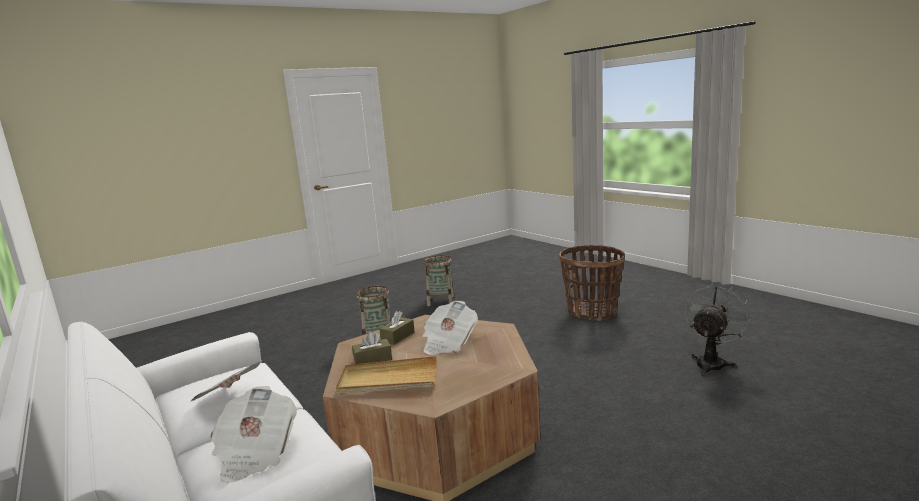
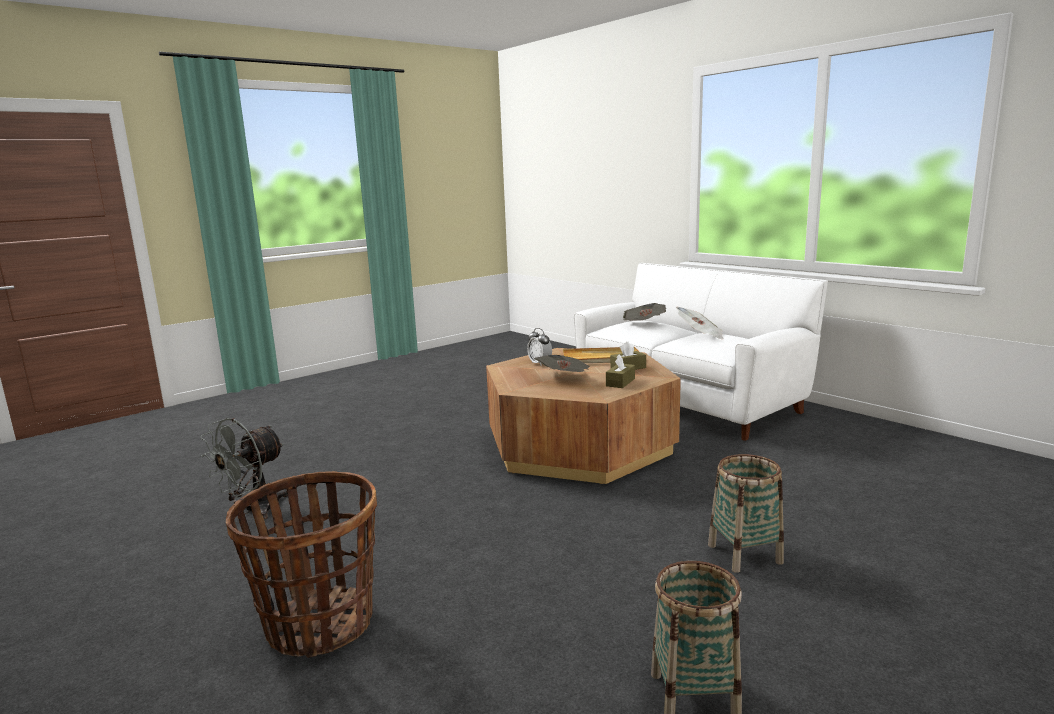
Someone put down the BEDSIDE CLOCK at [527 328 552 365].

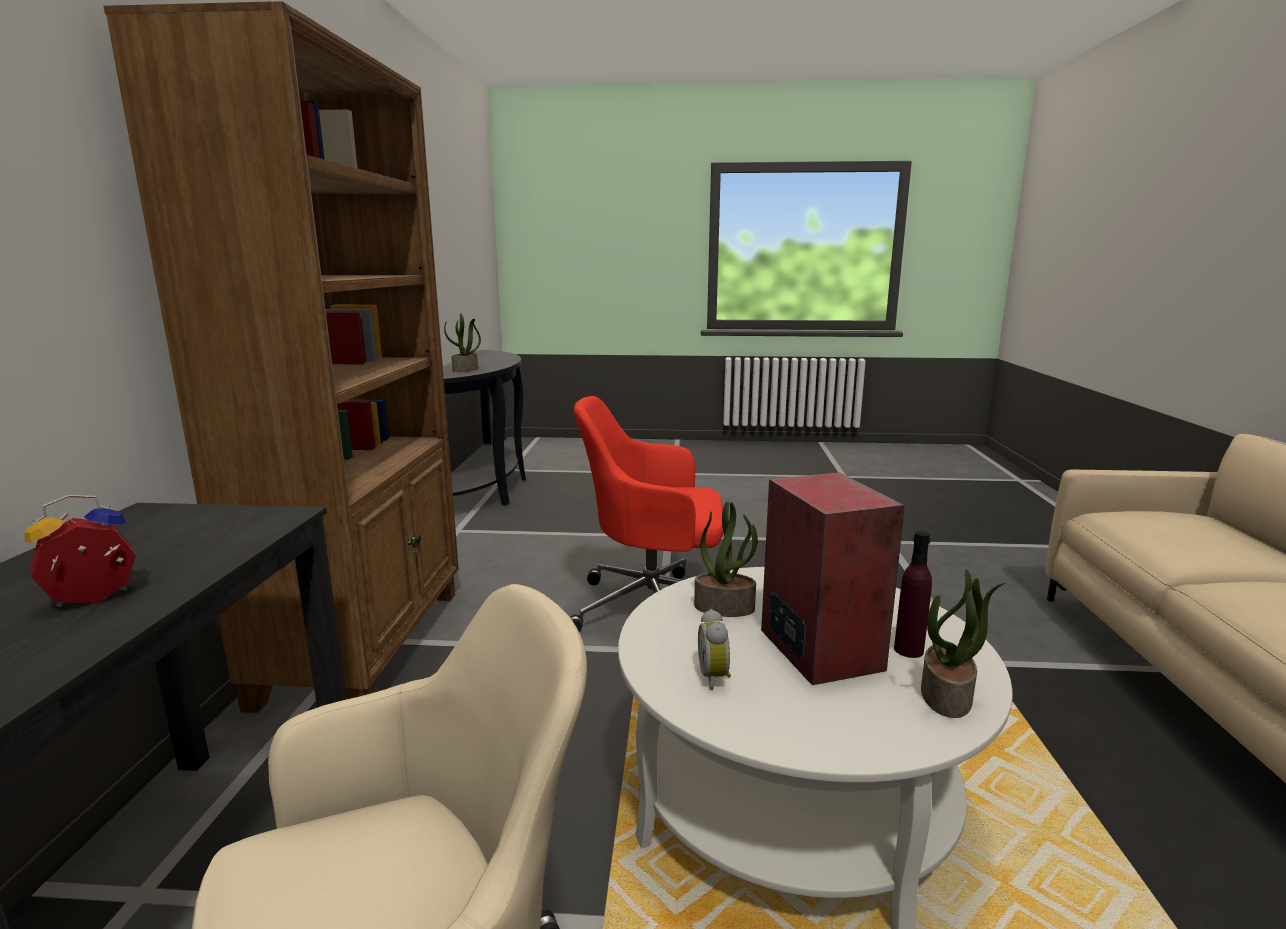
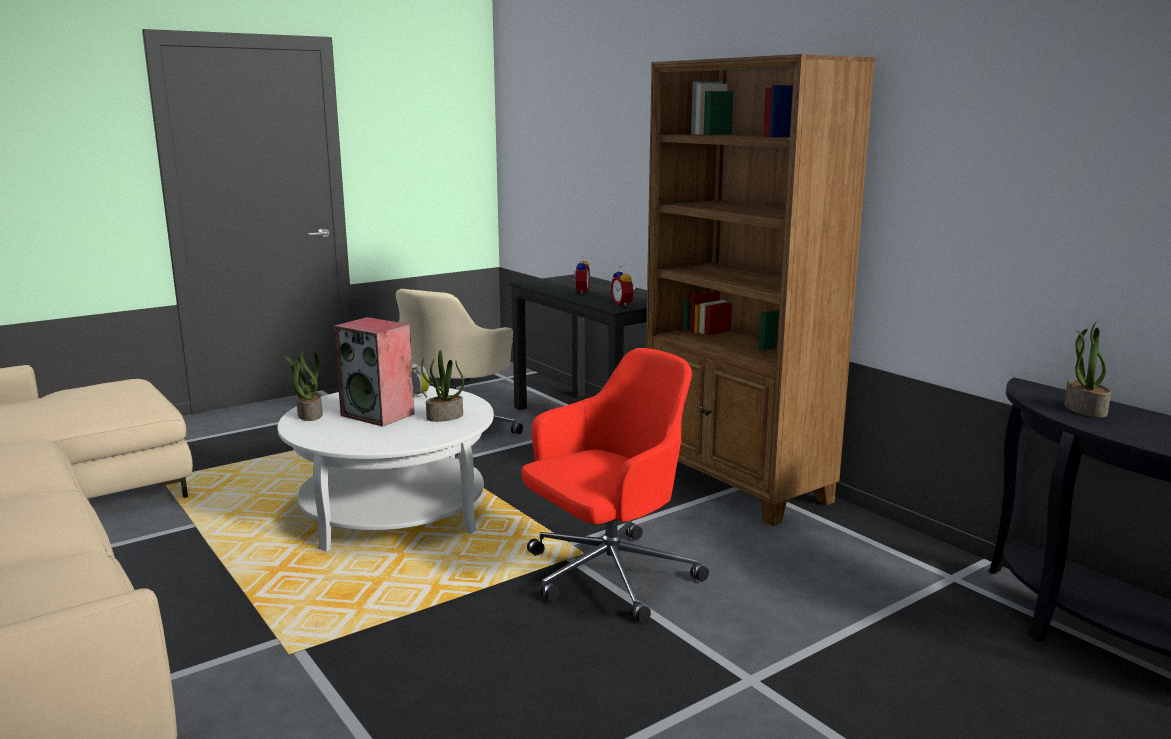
Someone took away the PURPLE-COLOURED BEVERAGE BOTTLE at [894 531 932 658]. Someone put down the BEDSIDE CLOCK at [611 266 635 306].

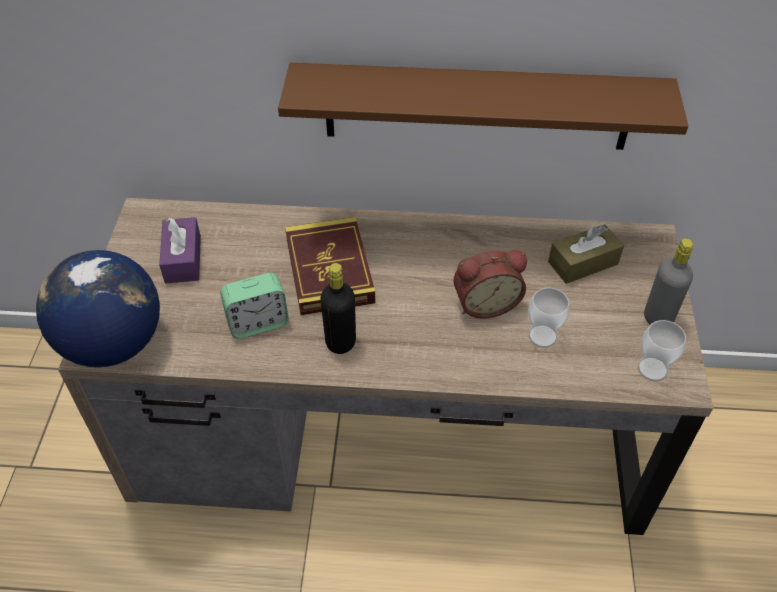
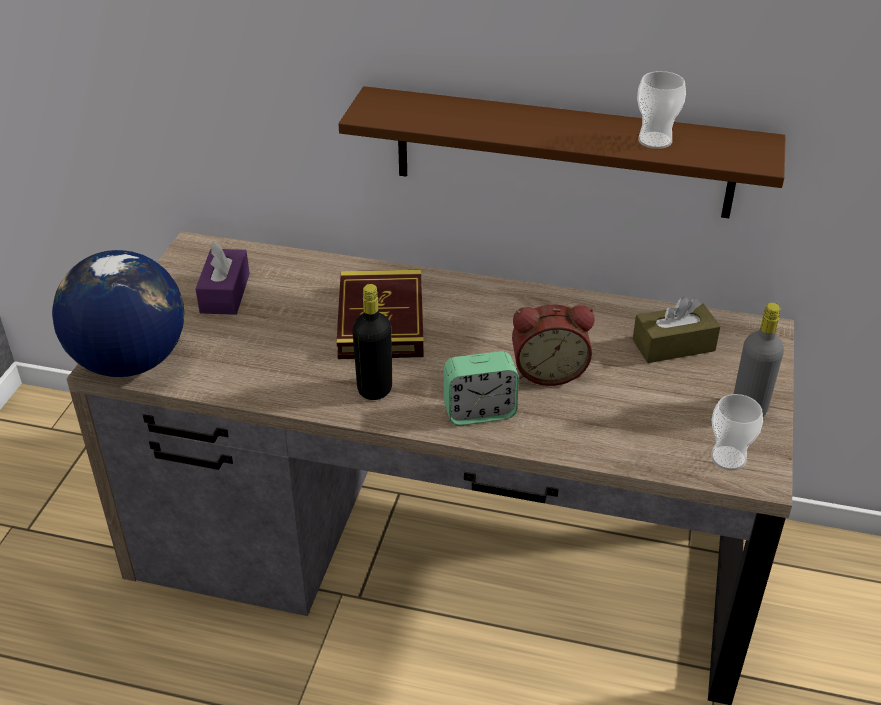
Someone carried the BEDSIDE CLOCK from [220 273 289 339] to [444 351 519 426]. Someone carried the SMALL CUP from [528 288 570 348] to [637 71 686 149].

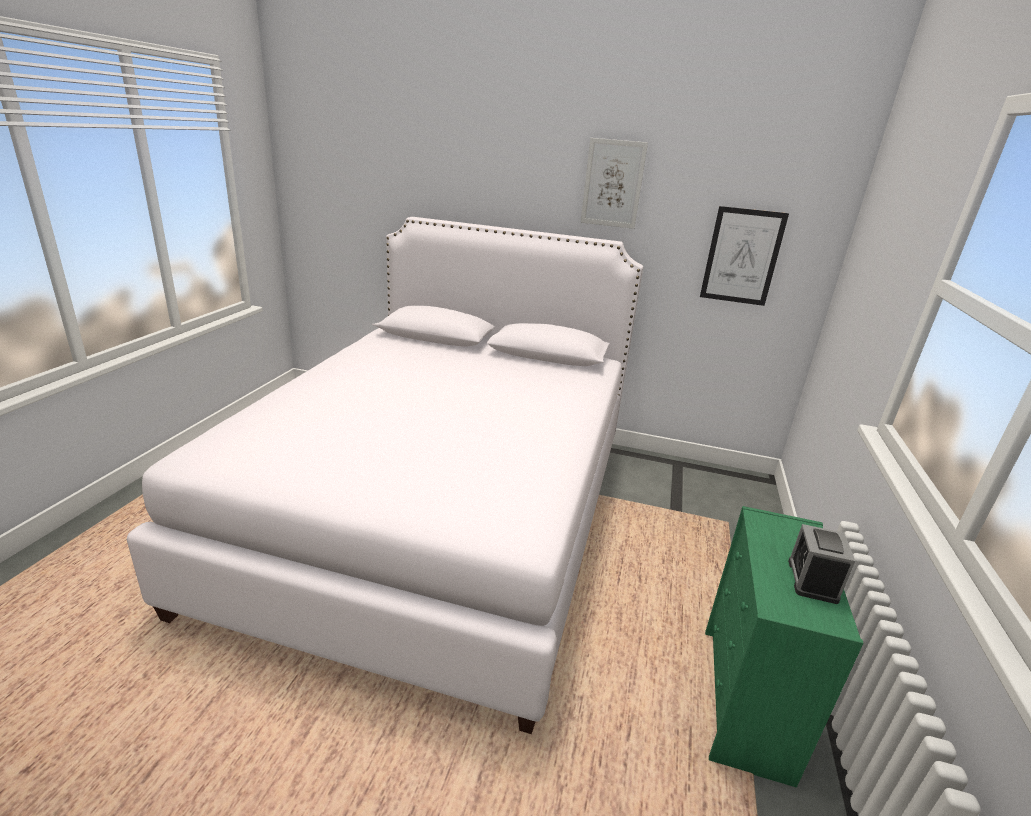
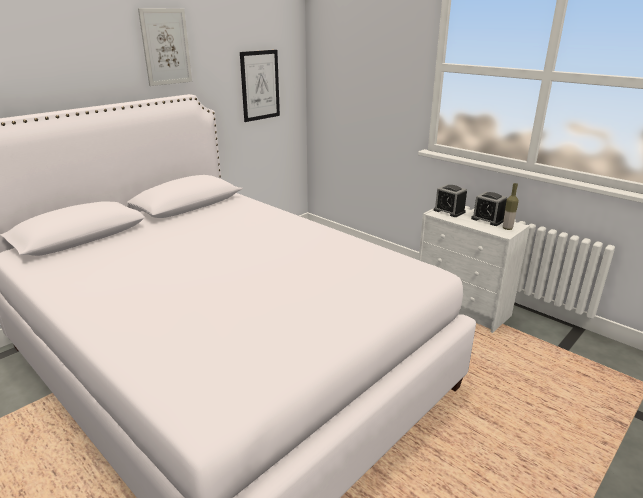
Someone put down the BEDSIDE CLOCK at [433 184 467 217]. Someone put down the BEVERAGE BOTTLE at [503 183 519 230]. Someone repainted the GREEN-COLOURED DRESSER at [705 506 864 788], which became the WHITE-COLOURED DRESSER at [419 208 530 333].

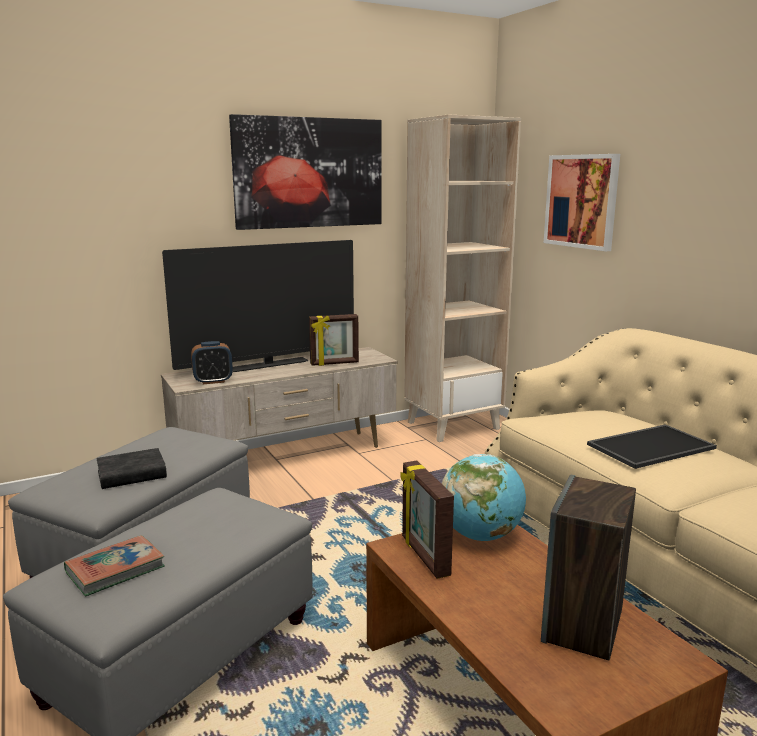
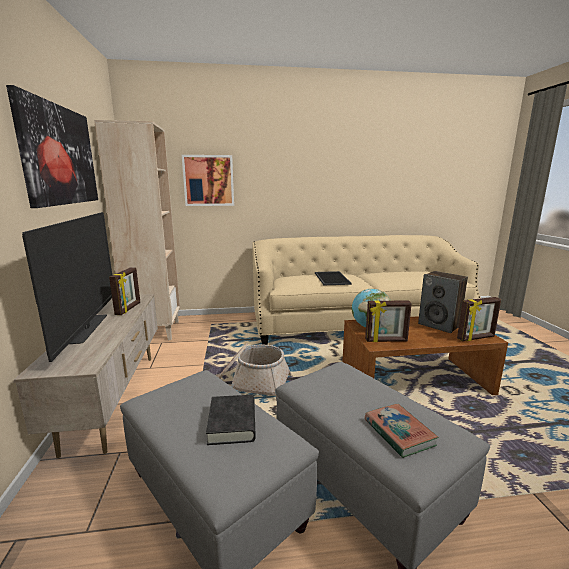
Someone took away the BEDSIDE CLOCK at [191 341 233 384]. Someone put down the HOUSEHOLD BASKET at [218 343 292 401]. Someone put down the PICTURE FRAME at [457 297 501 341].

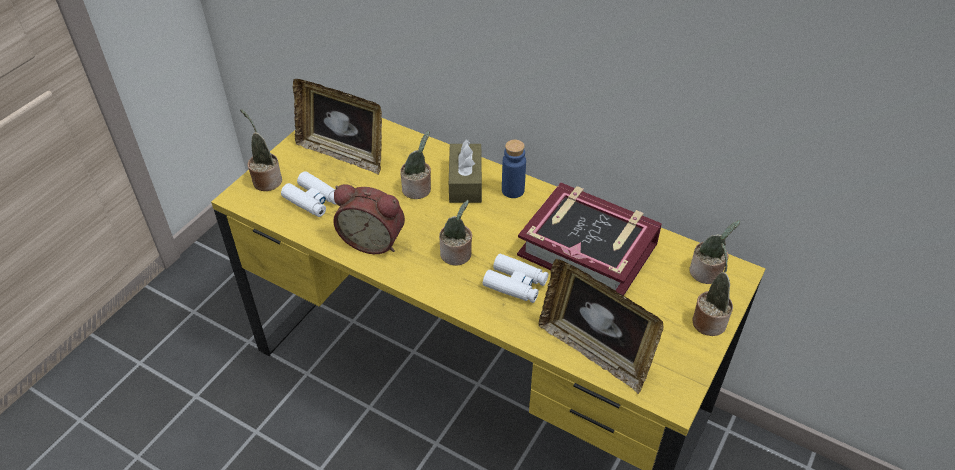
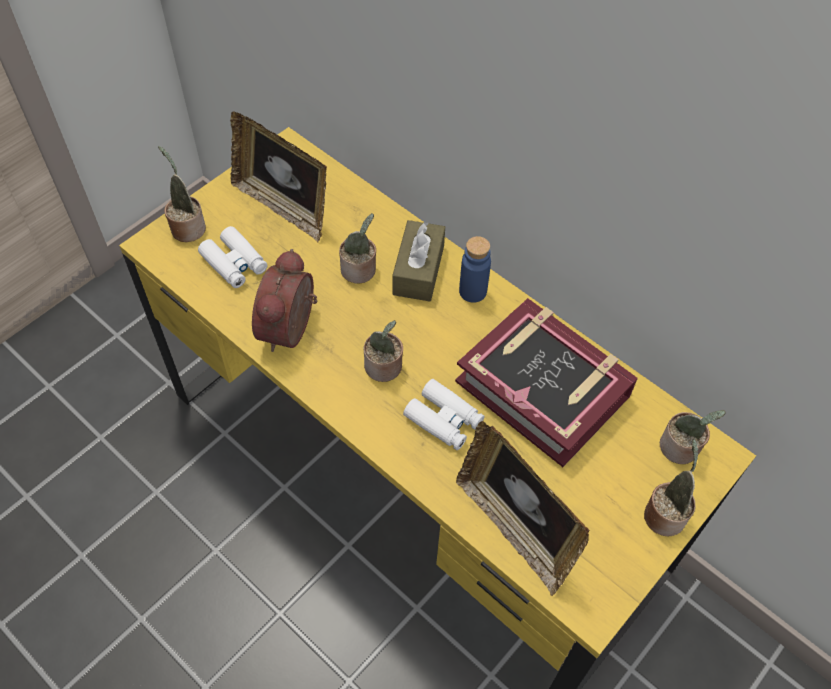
Someone rotated the BEDSIDE CLOCK at [333 184 405 254] by 75 degrees clockwise.

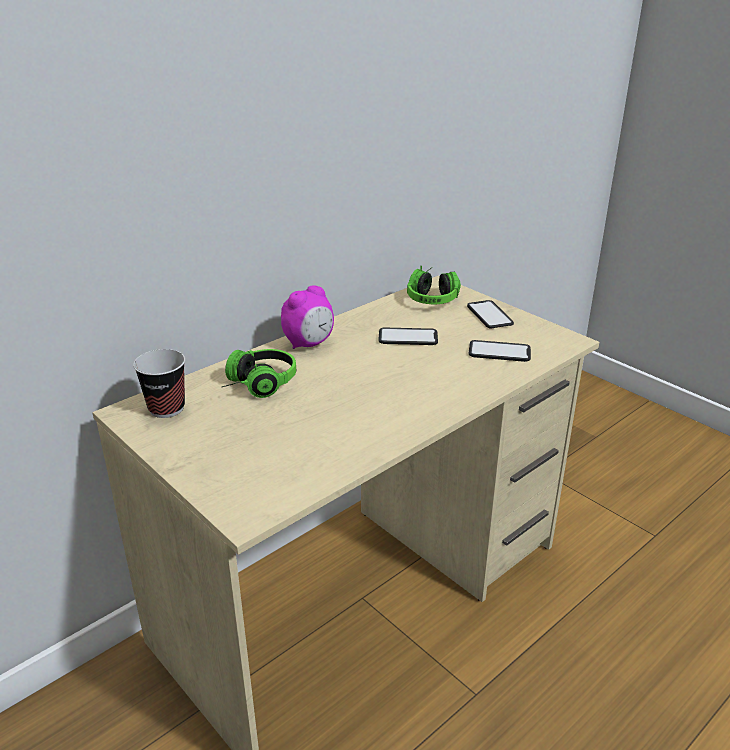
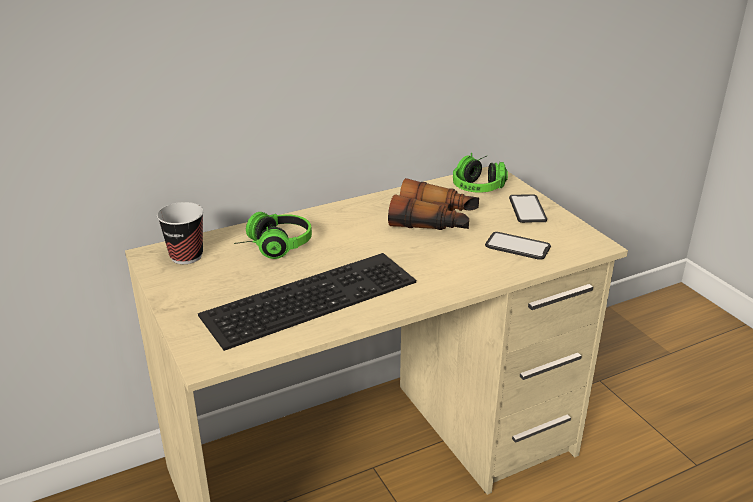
Someone took away the BEDSIDE CLOCK at [281 285 334 349]. Someone put down the KEYBOARD at [198 253 416 351]. Someone swapped the HANDSET at [378 327 438 345] for the BINOCULARS at [388 178 479 230].

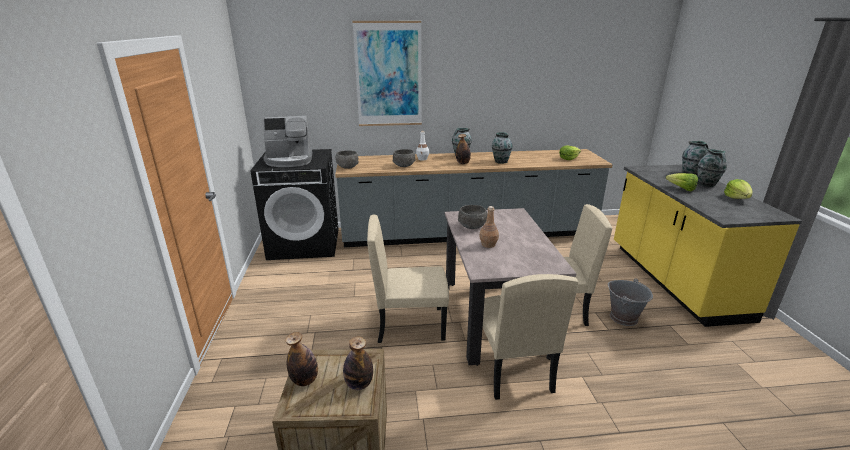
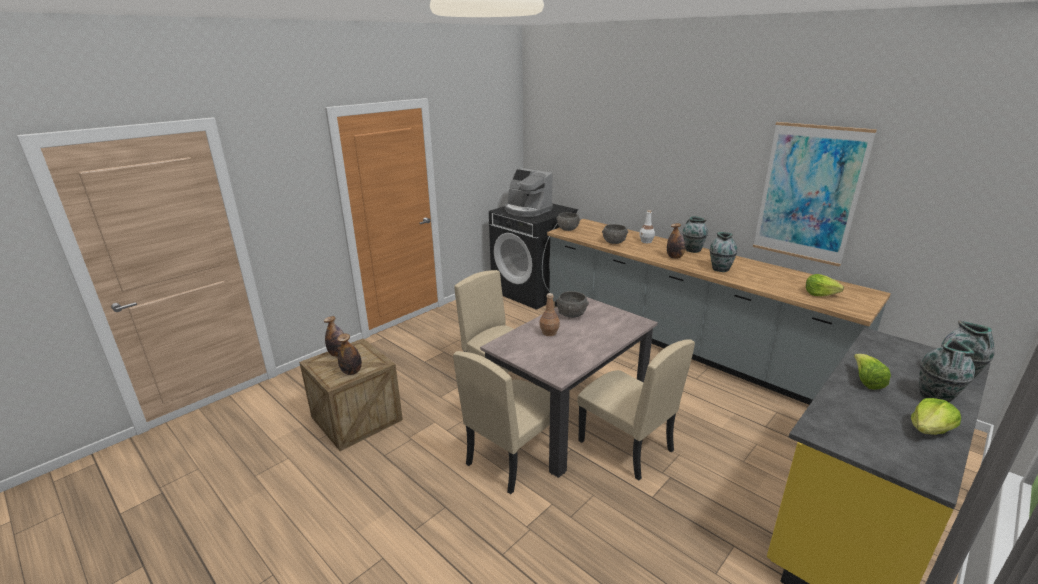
Someone took away the GRAY BUCKET at [608 278 653 326]. Someone carried the WALL PICTURE from [353 21 422 126] to [753 122 877 267].

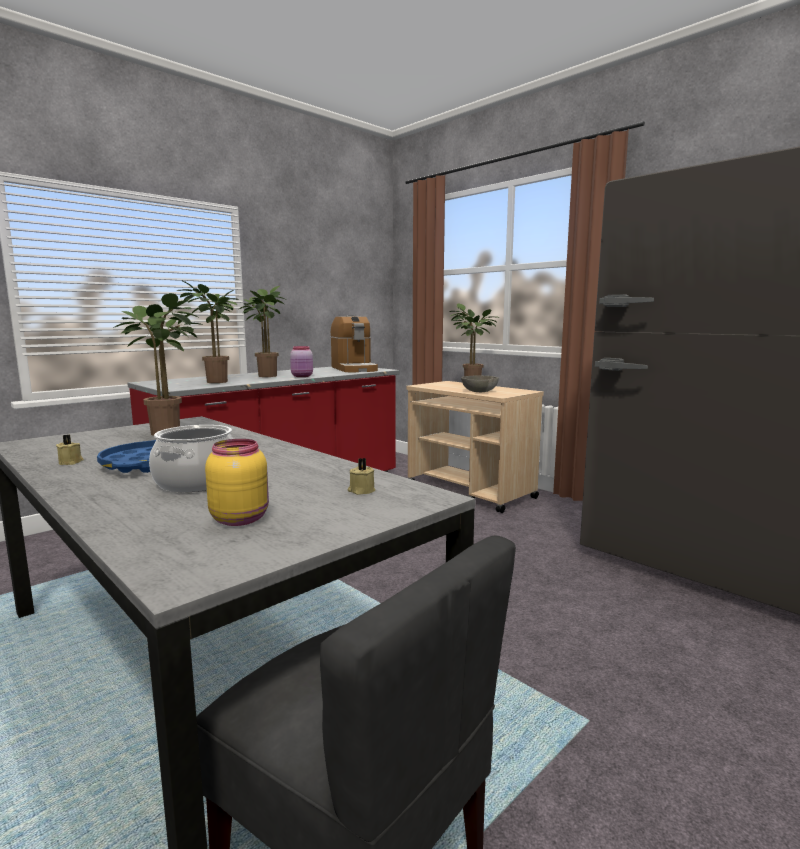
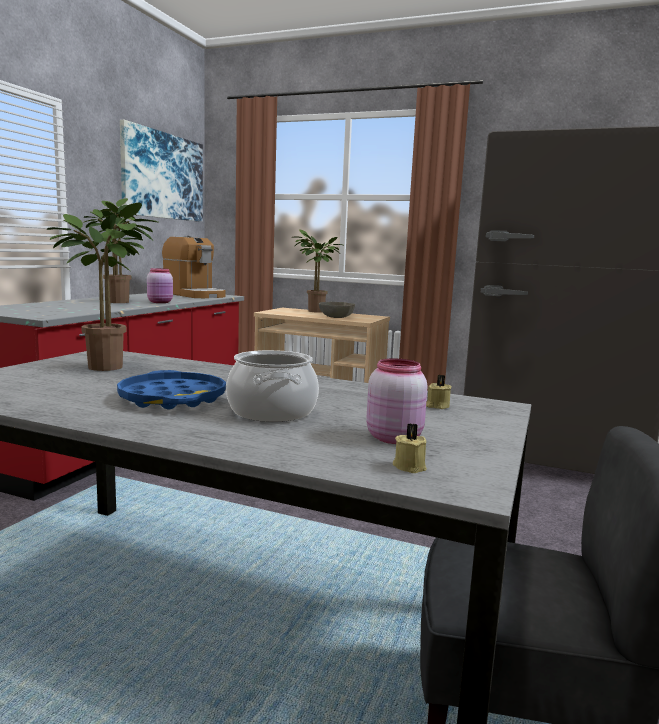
Someone took away the POTTED PLANT at [176 280 239 383]. Someone put up the WALL PICTURE at [120 120 203 222]. Someone carried the BEIGE WAX CANDLE from [56 435 84 465] to [393 423 427 473]. Someone repainted the YELLOW-COLOURED JAR at [205 439 269 526], which became the PINK JAR at [366 358 427 444].

